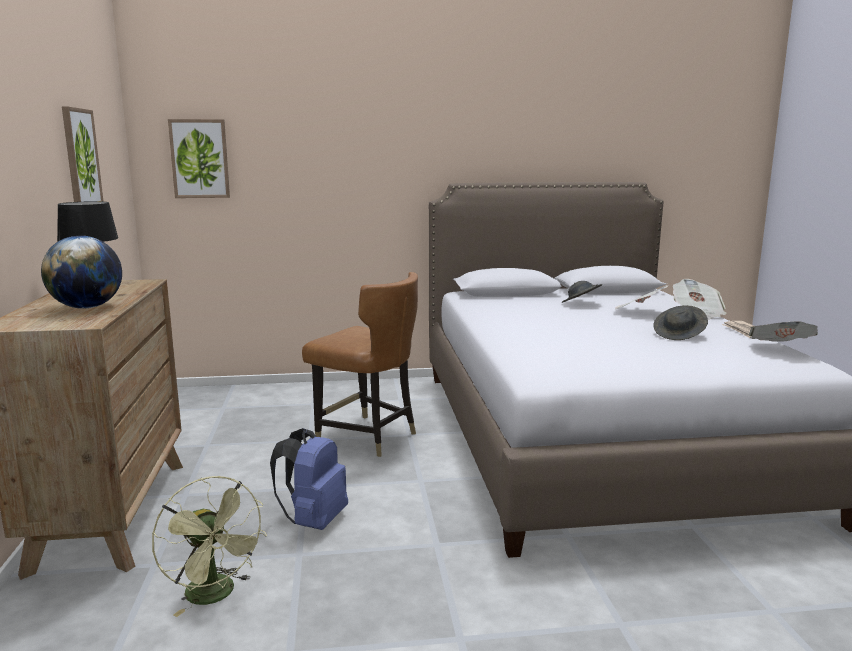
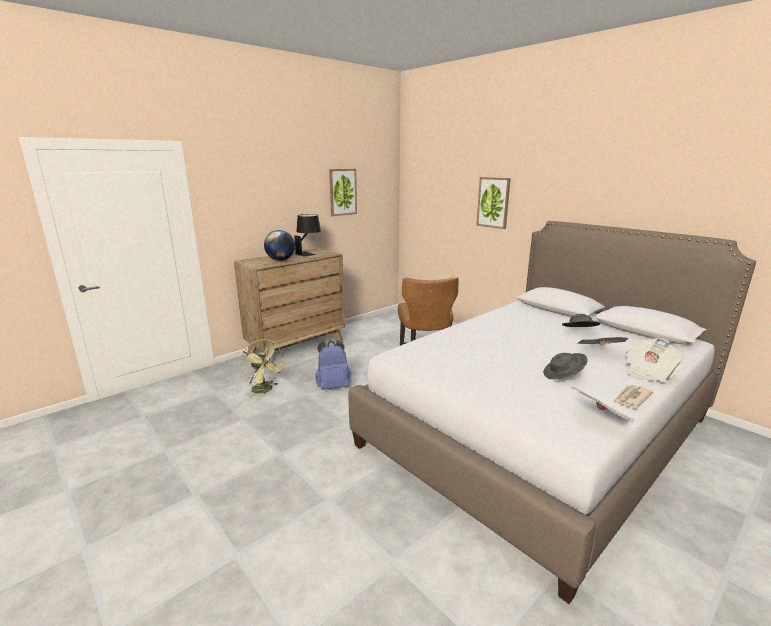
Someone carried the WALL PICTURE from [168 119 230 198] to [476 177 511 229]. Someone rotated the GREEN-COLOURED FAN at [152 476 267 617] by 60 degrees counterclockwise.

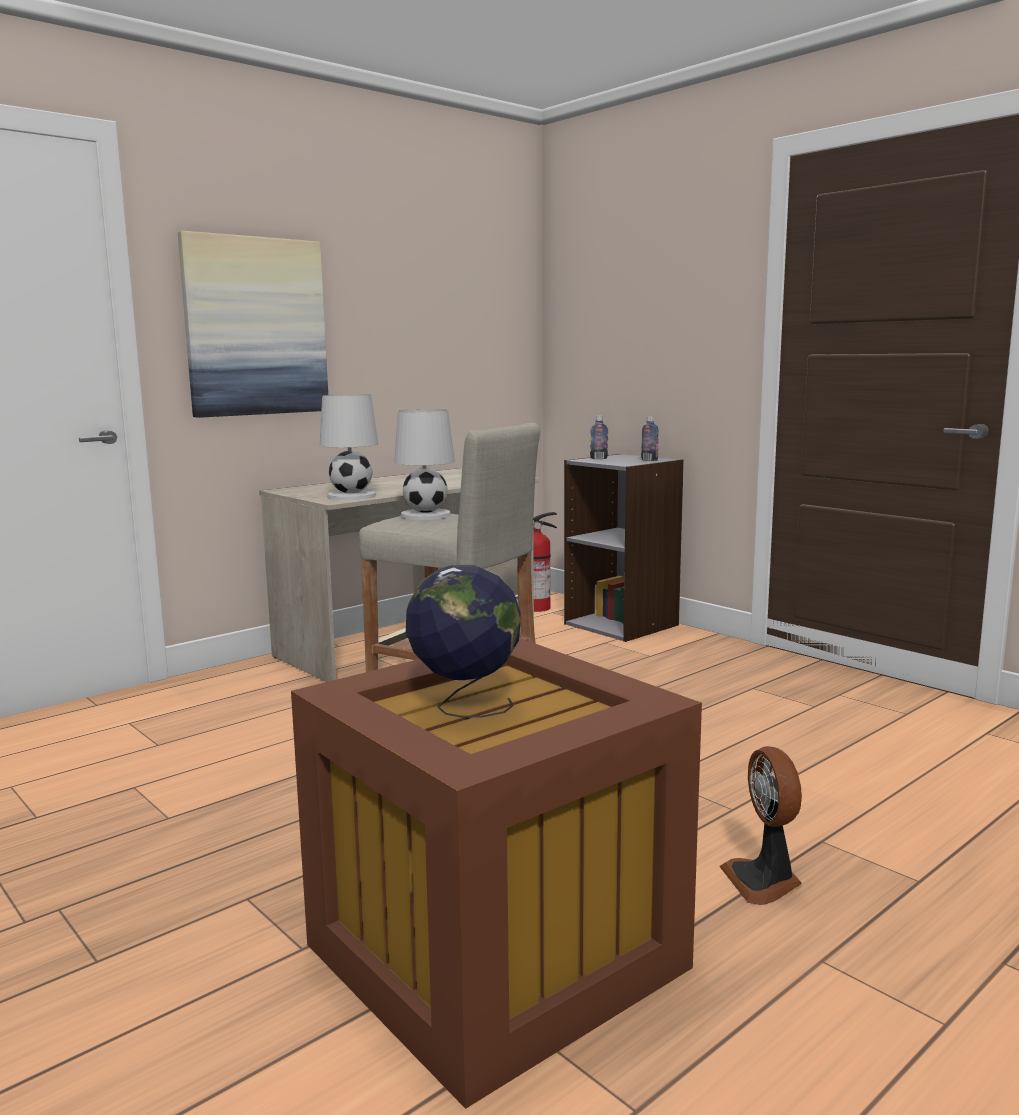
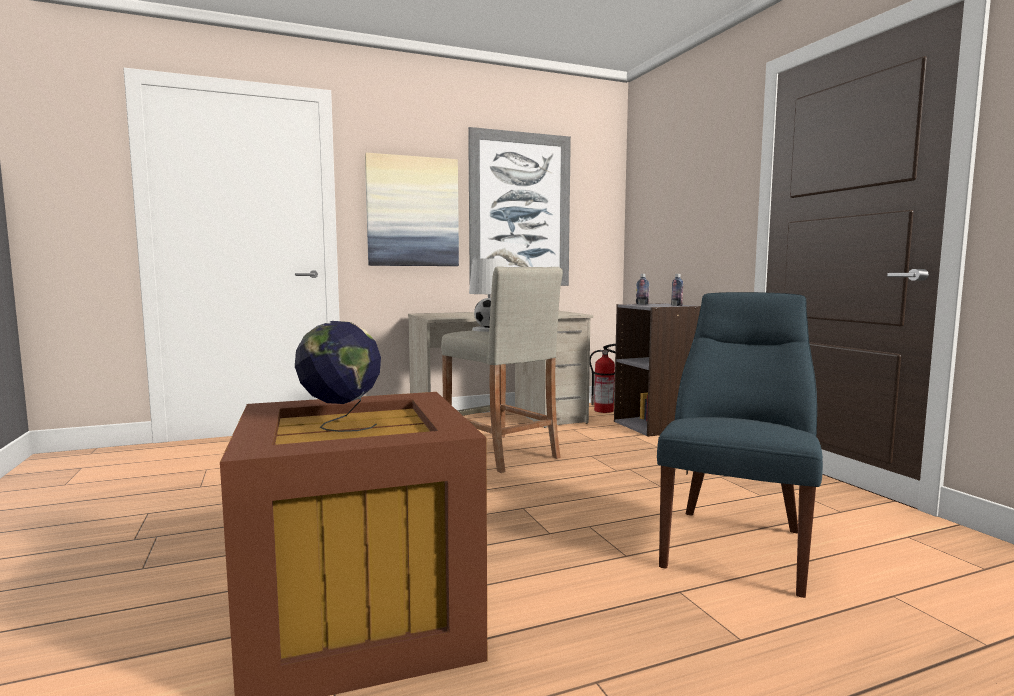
Someone took away the WHITE-COLOURED LAMP FOR A TABLE at [319 394 378 500]. Someone took away the FAN at [719 746 802 905]. Someone put up the WALL PICTURE at [468 127 571 286]. Someone put down the BLUE PLAIN CHAIR at [657 292 823 598].

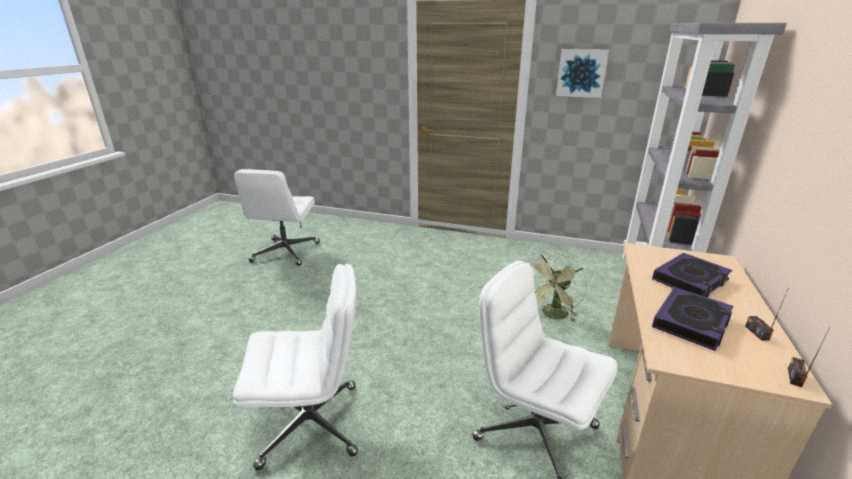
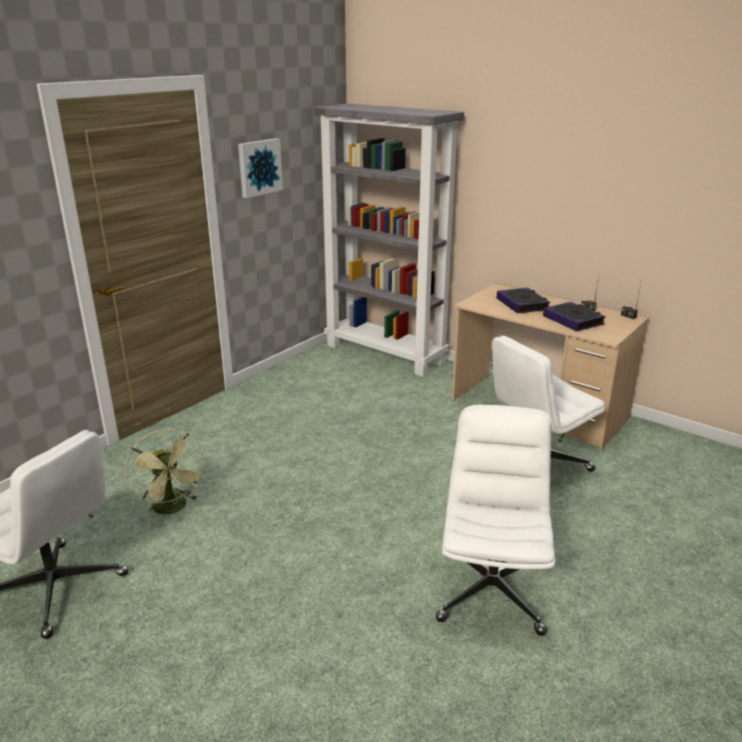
Someone carried the GREEN-COLOURED FAN from [530 252 587 322] to [125 429 207 521].

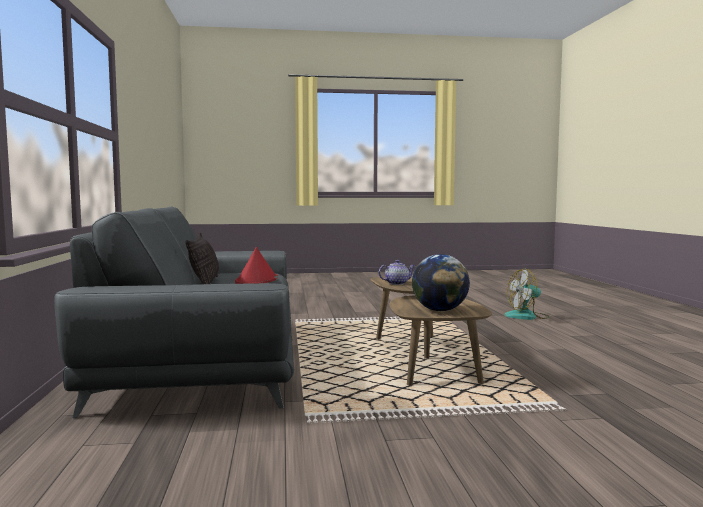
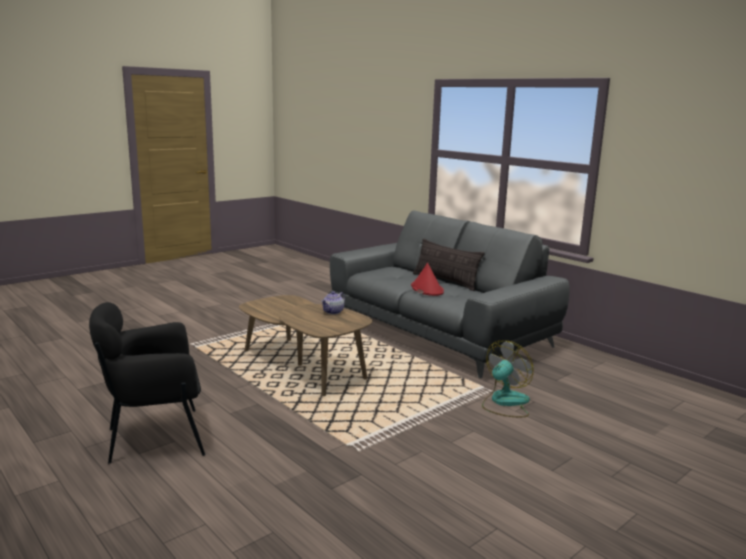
Someone took away the WORLD GLOBE at [412 254 470 311]. Someone put down the BLACK EASY CHAIR at [89 302 205 464]. Someone carried the FAN from [504 269 550 320] to [482 341 533 417].

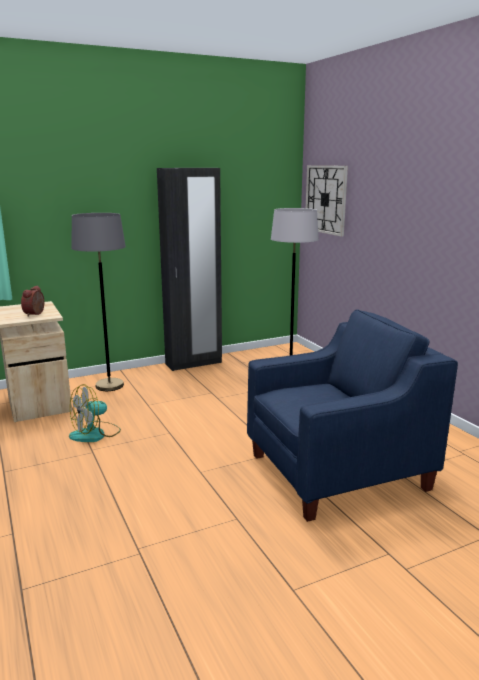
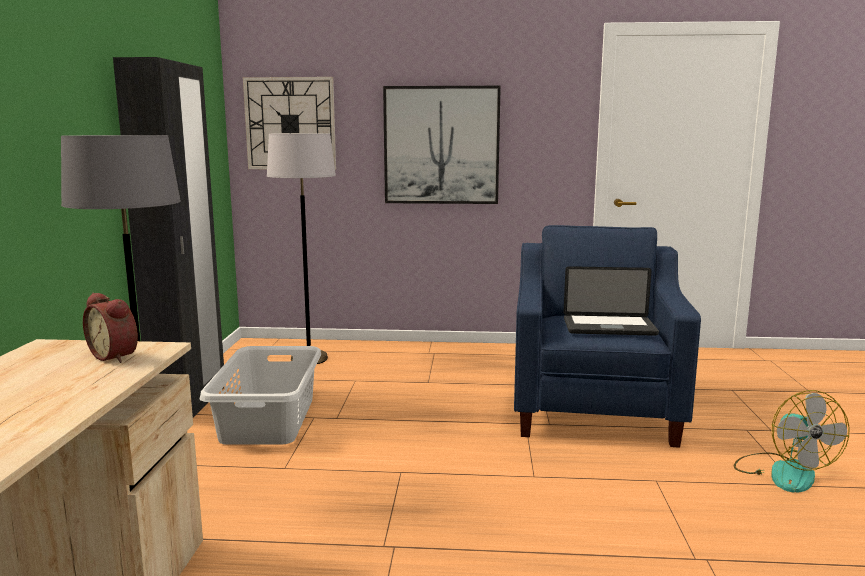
Someone put down the GRAY HAMPER at [200 346 321 445]. Someone put up the WALL PICTURE at [383 86 501 204]. Someone put down the PORTABLE COMPUTER at [563 266 659 336]. Someone carried the FAN from [69 384 121 442] to [734 390 849 492].

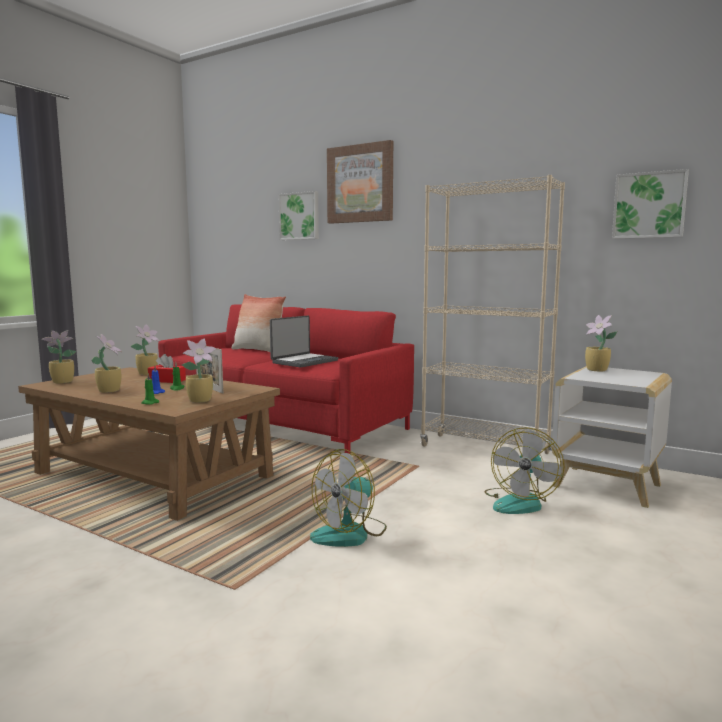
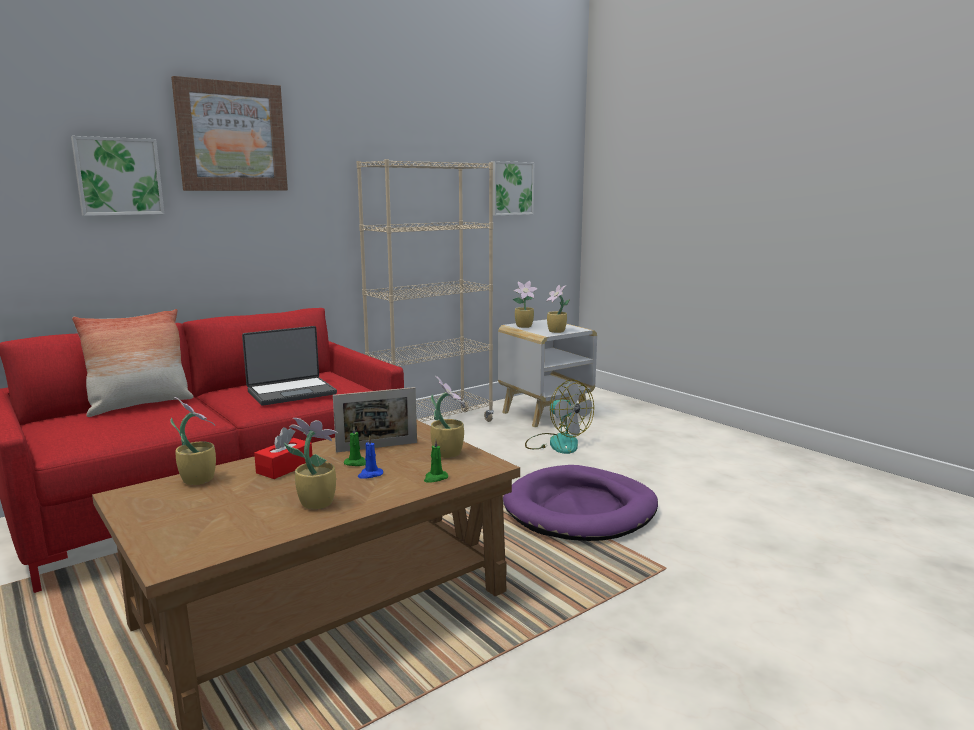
Someone carried the POTTED PLANT from [41 330 76 384] to [546 285 570 333]. Someone swapped the FAN at [310 449 387 547] for the PURPLE-COLOURED PET BED at [503 465 658 541]. Someone rotated the PORTABLE COMPUTER at [270 316 338 368] by 90 degrees clockwise.

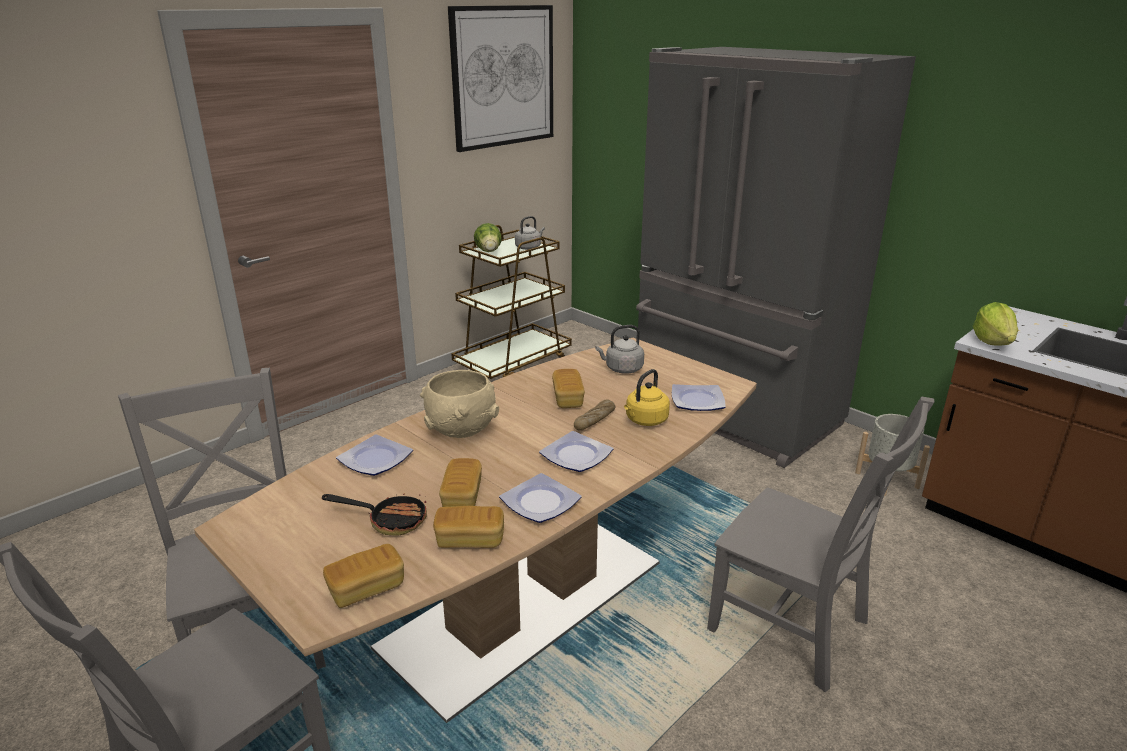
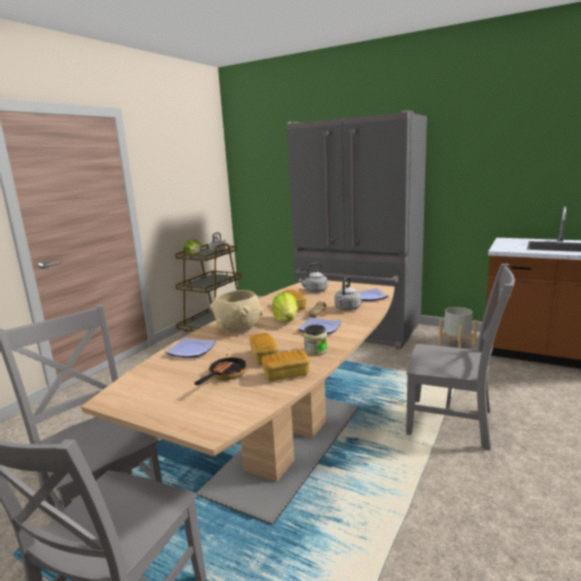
Someone took away the BAKED BREAD at [323 544 404 608]. Someone took away the WALL PICTURE at [448 5 553 152]. Someone carried the LETTUCE HEAD from [973 302 1018 346] to [272 292 298 323]. Someone swapped the DINNER PLATE at [499 473 582 523] for the JAR at [304 325 328 356]. Someone repainted the YELLOW-COLOURED KETTLE at [624 369 670 426], which became the GRAY KETTLE at [335 276 361 311]. Someone rotated the FRYING PAN at [322 493 427 536] by 60 degrees counterclockwise.

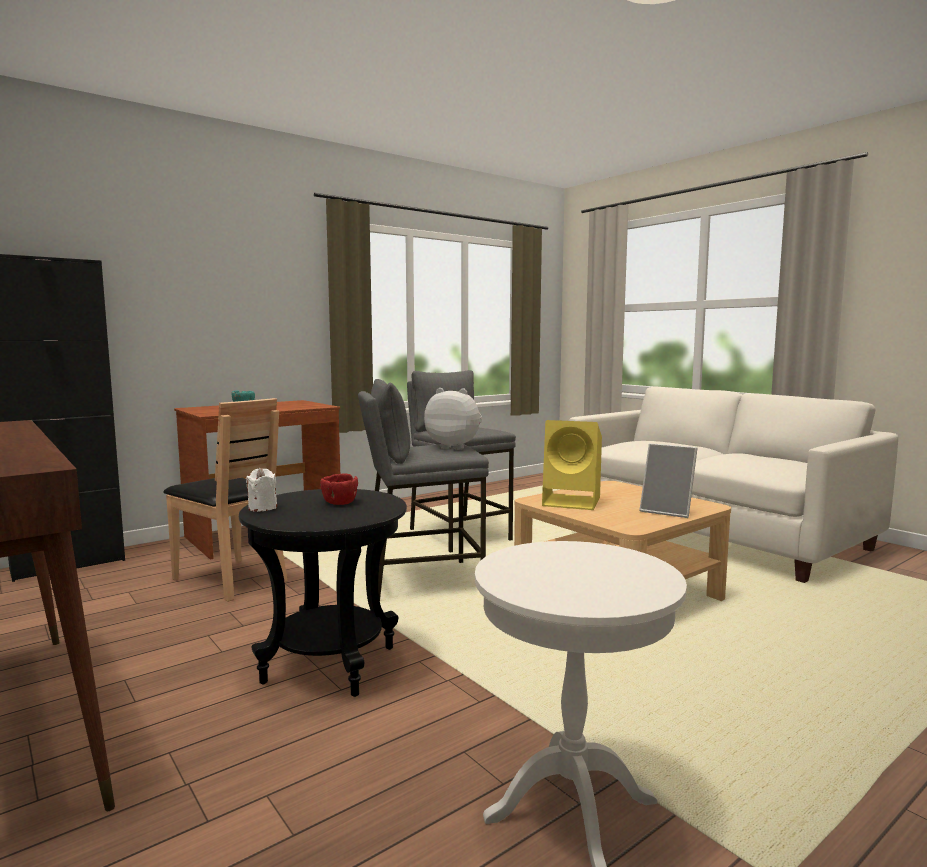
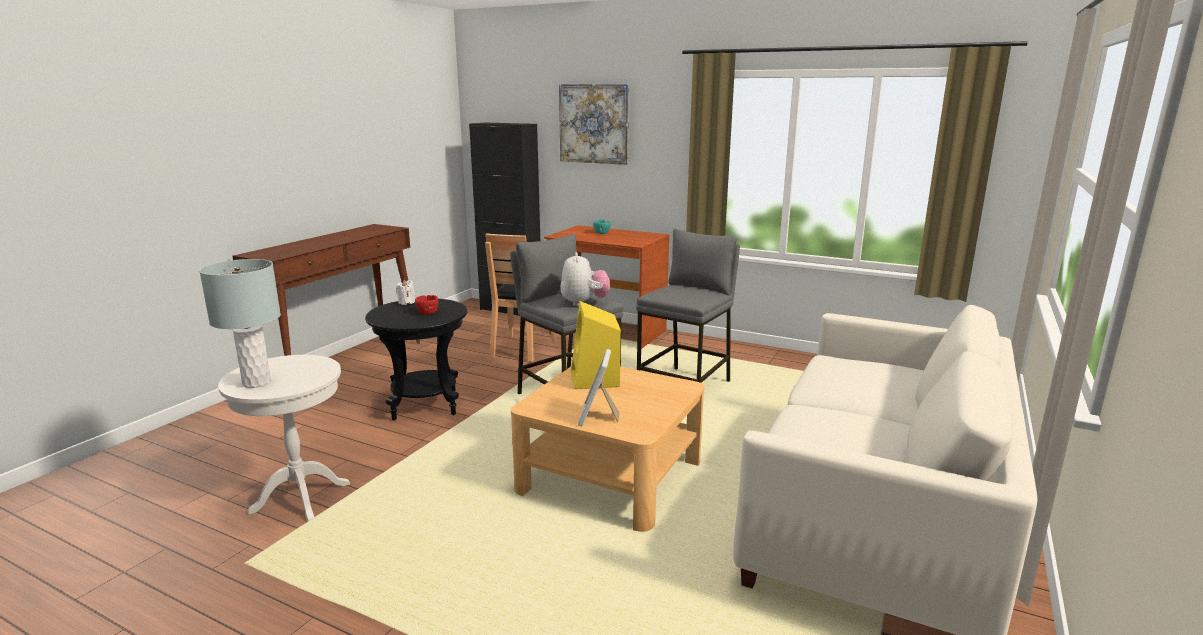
Someone put down the GRAY LAMP FOR A TABLE at [199 259 281 388]. Someone put up the WALL PICTURE at [559 84 629 165].

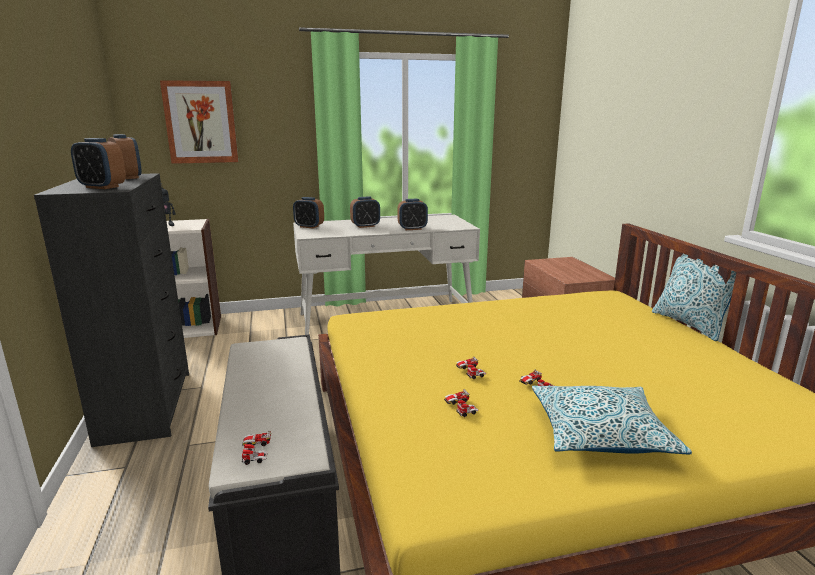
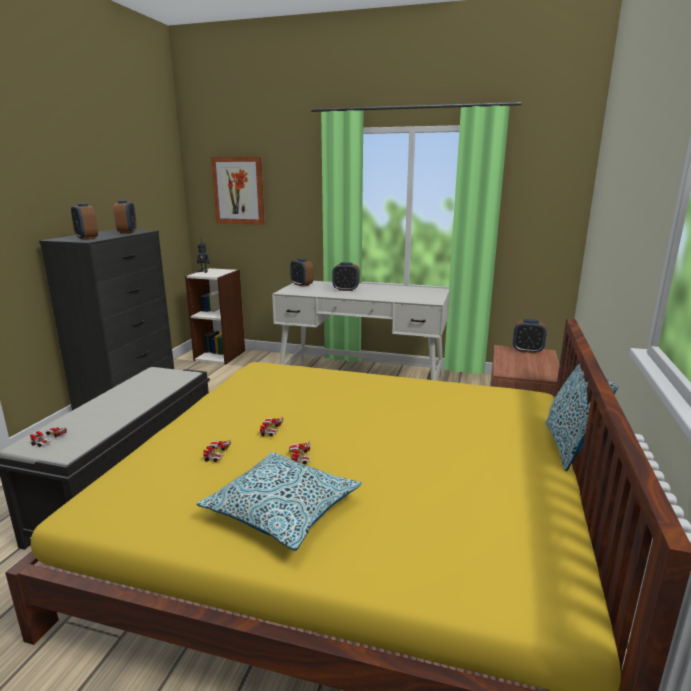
Someone carried the BEDSIDE CLOCK from [397 199 428 230] to [513 319 547 354].

